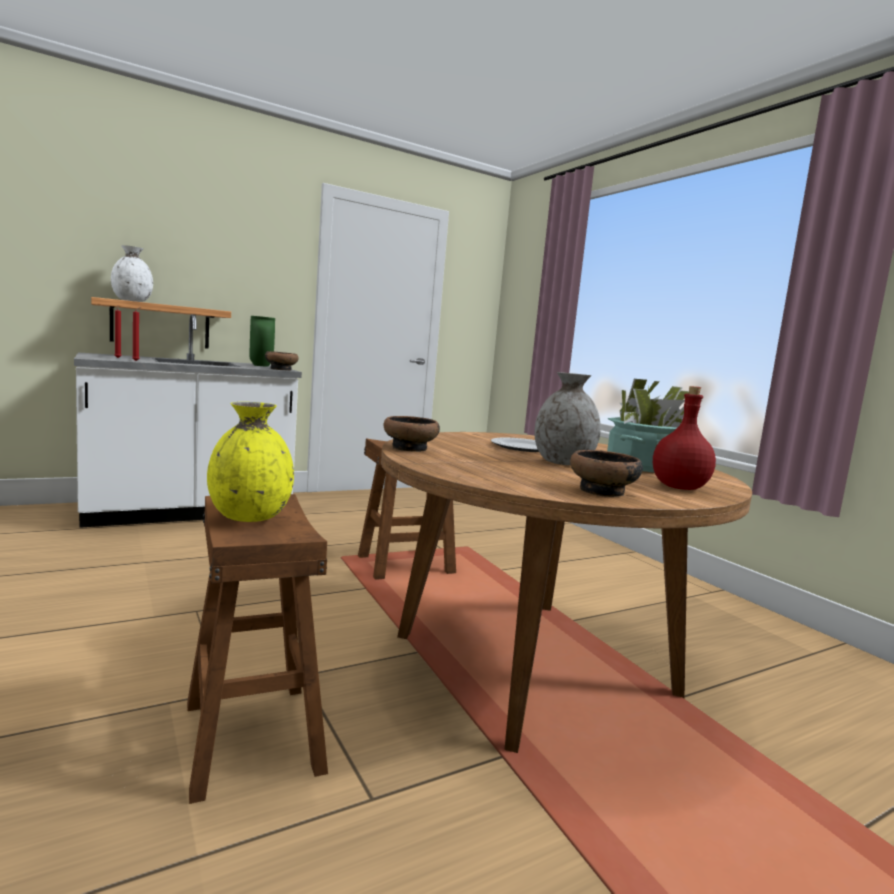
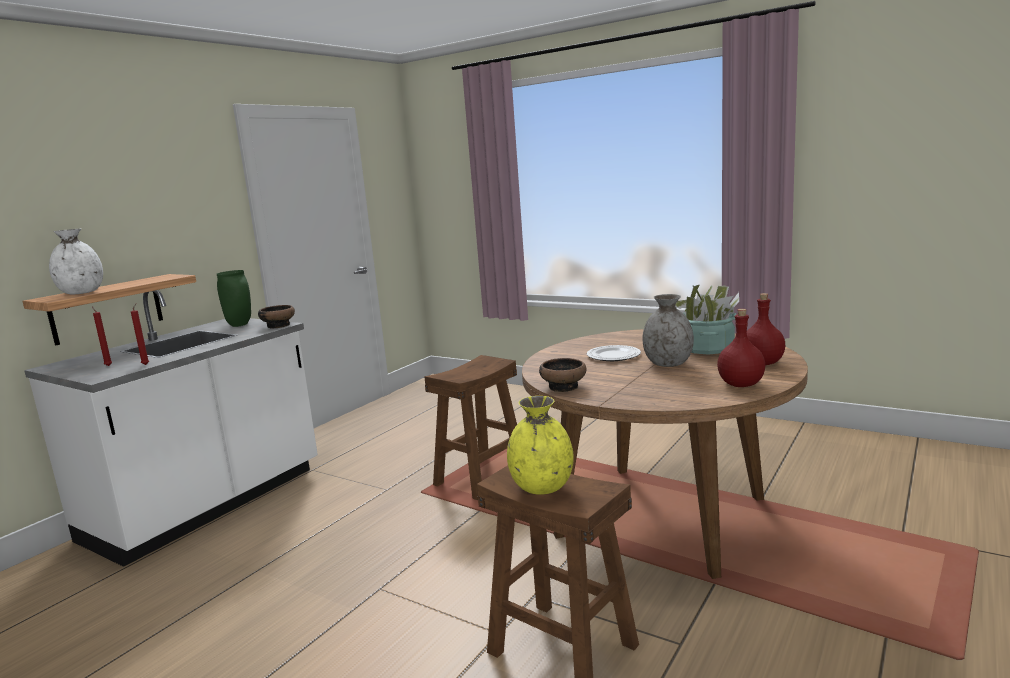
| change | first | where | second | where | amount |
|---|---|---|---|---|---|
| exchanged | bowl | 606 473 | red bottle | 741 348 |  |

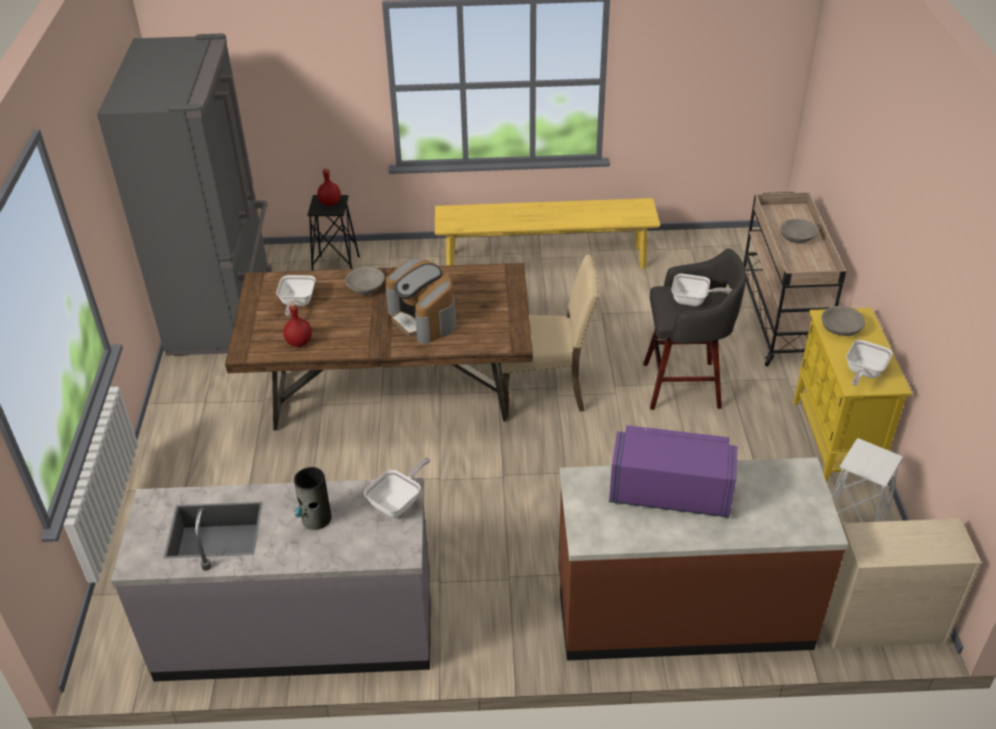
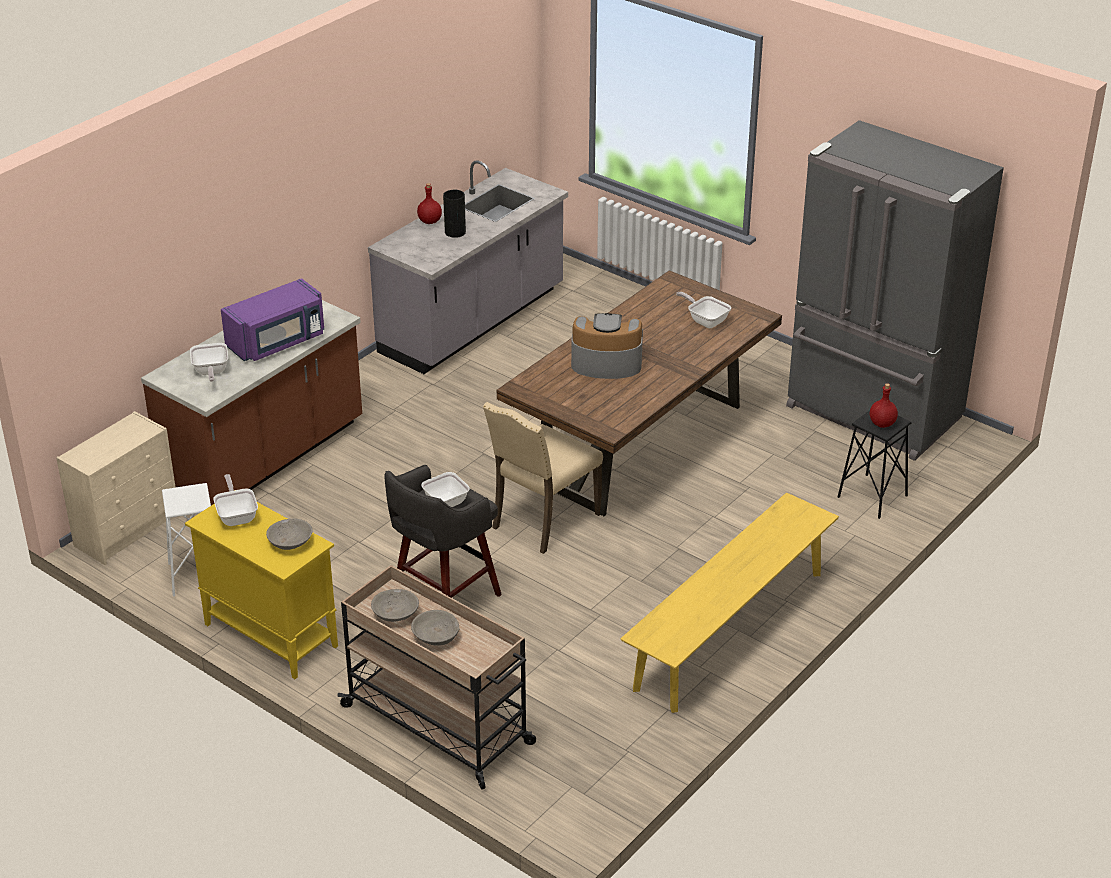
| change | first | where | second | where | amount |
|---|---|---|---|---|---|
| relocated | frying pan | 397 487 |  | 209 362 |  |
| relocated | grey bowl | 365 281 |  | 395 605 |  |
| relocated | red bottle | 297 325 |  | 429 203 |  |

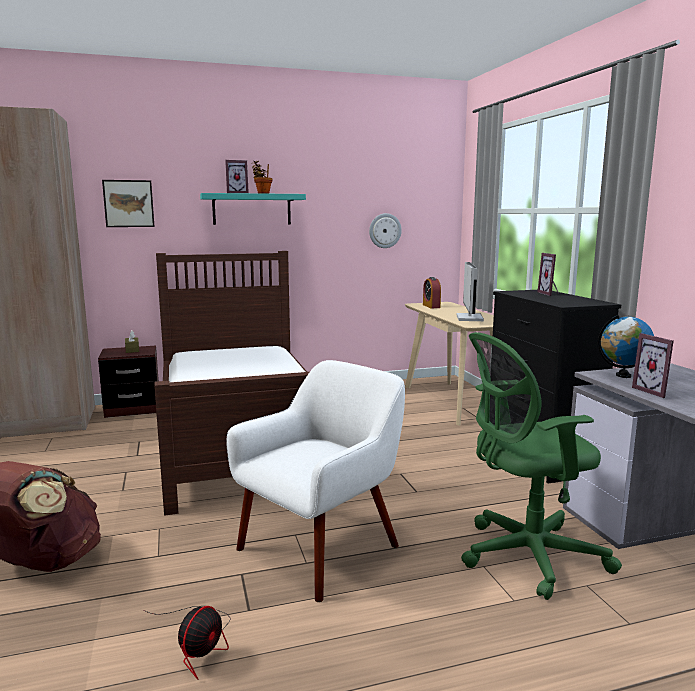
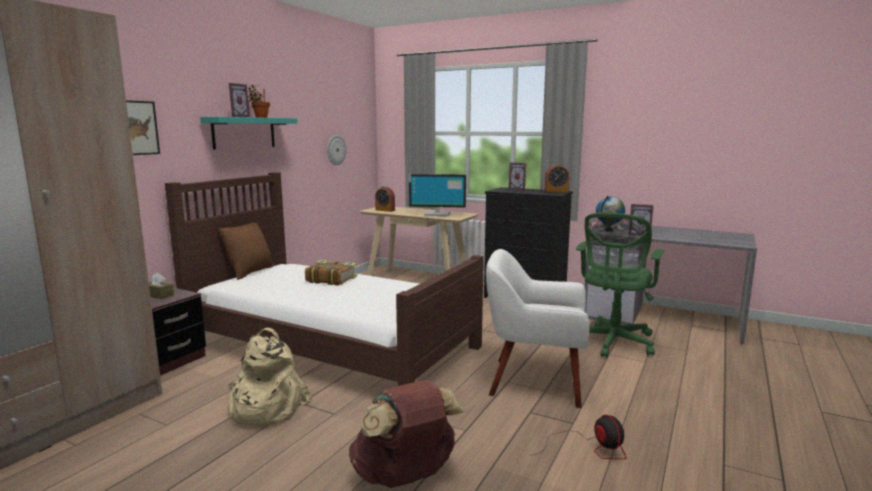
| change | first | where | second | where | amount |
|---|---|---|---|---|---|
| appeared |  |  | brown pillow | 246 251 |  |
| appeared |  |  | beige backpack | 270 377 |  |
| appeared |  |  | book | 331 272 |  |
| spun | monitor | 470 291 |  | 437 195 | 135 degrees clockwise |
| spun | white armchair | 315 481 |  | 538 328 | 75 degrees counterclockwise |
| appeared |  |  | alarm clock | 557 178 |  |

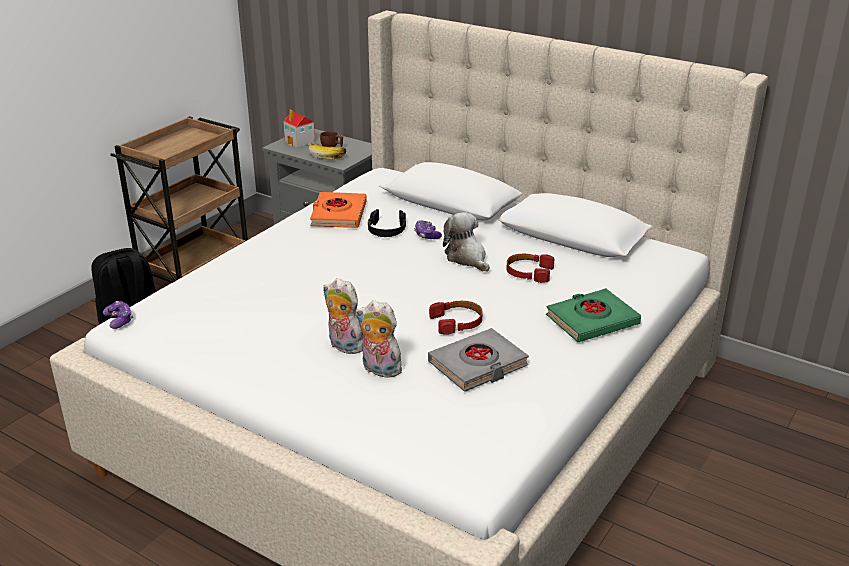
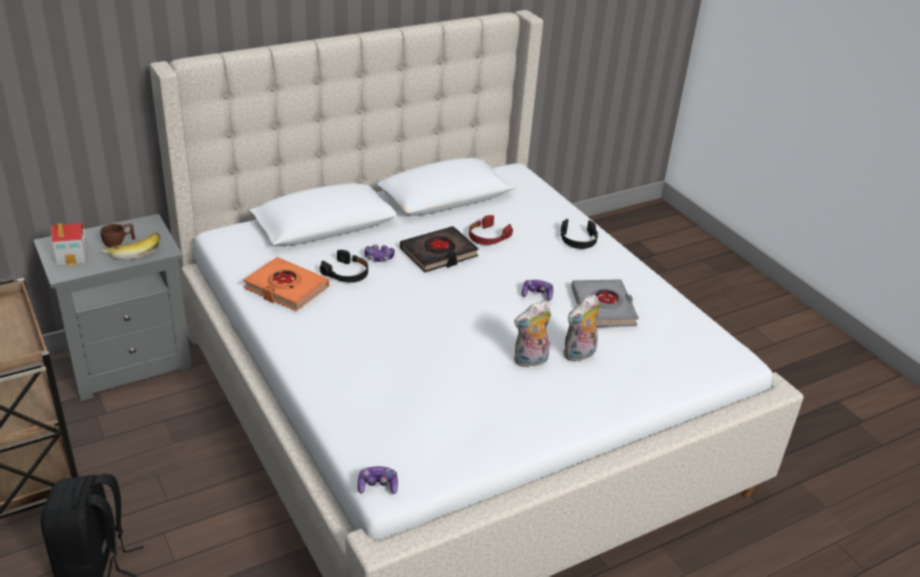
| change | first | where | second | where | amount |
|---|---|---|---|---|---|
| exchanged | plush toy | 466 242 | black book | 439 249 |  |
| exchanged | red headphones | 456 318 | game controller | 537 290 |  |
| exchanged | green book | 593 315 | black headphones | 579 234 |  |

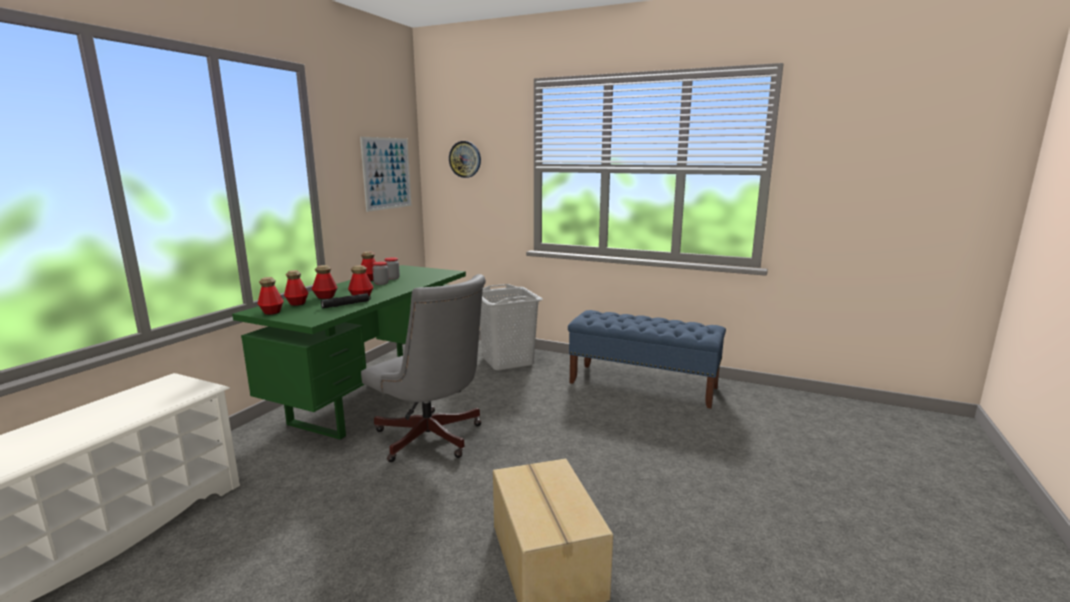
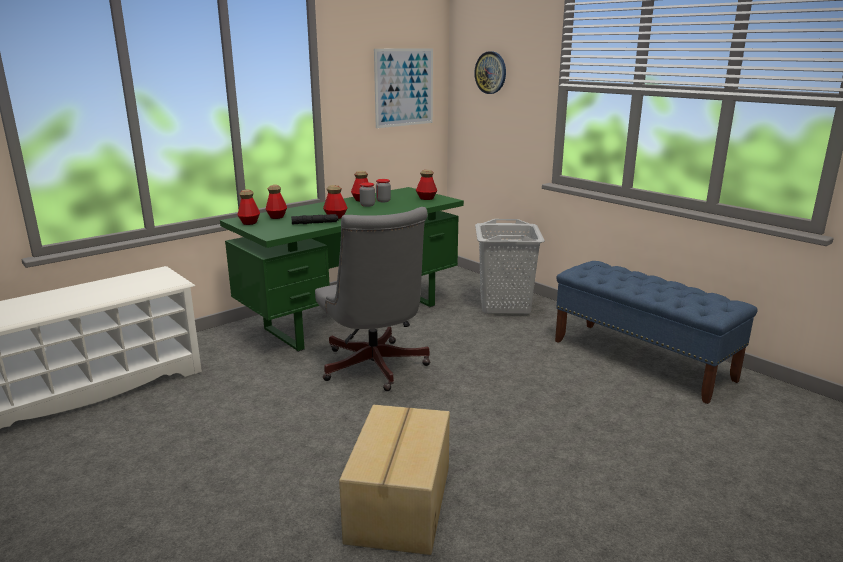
| change | first | where | second | where | amount |
|---|---|---|---|---|---|
| relocated | bottle | 325 282 |  | 426 185 |  |

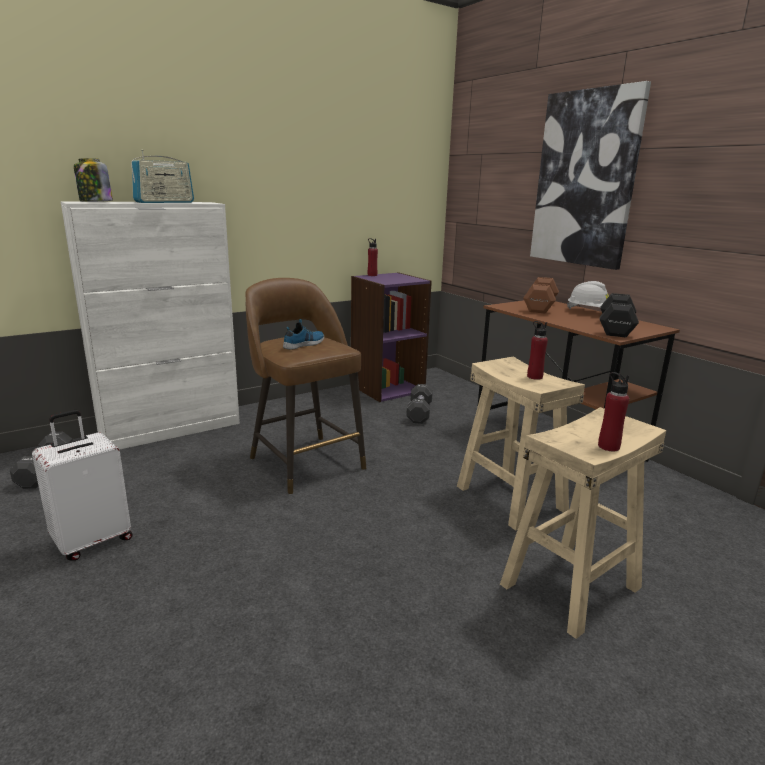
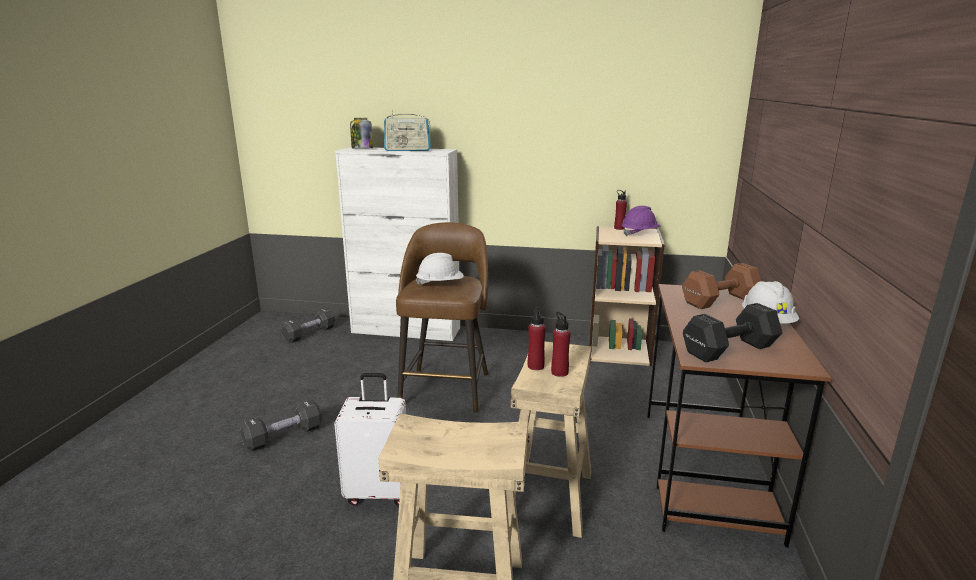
| change | first | where | second | where | amount |
|---|---|---|---|---|---|
| relocated | black dumbbell | 419 404 |  | 281 425 |  |
| relocated | white suitcase | 82 485 |  | 370 439 |  |
| exchanged | shoe | 303 334 | white hard hat | 440 269 |  |
| relocated | red bottle | 613 411 |  | 537 338 |  |
| colour | purple bookcase | 391 337 | beige bookcase | 627 296 |  |
| appeared |  |  | purple hard hat | 641 221 |  |
| missing | picture | 590 175 |  |  |  |

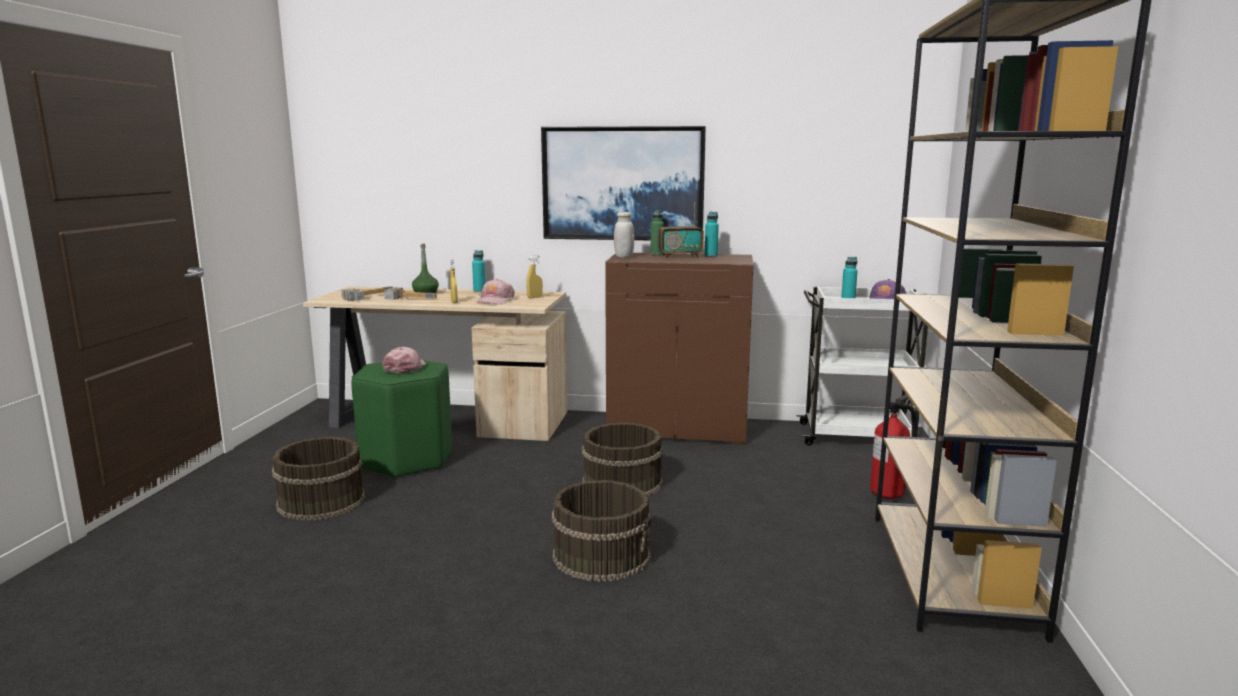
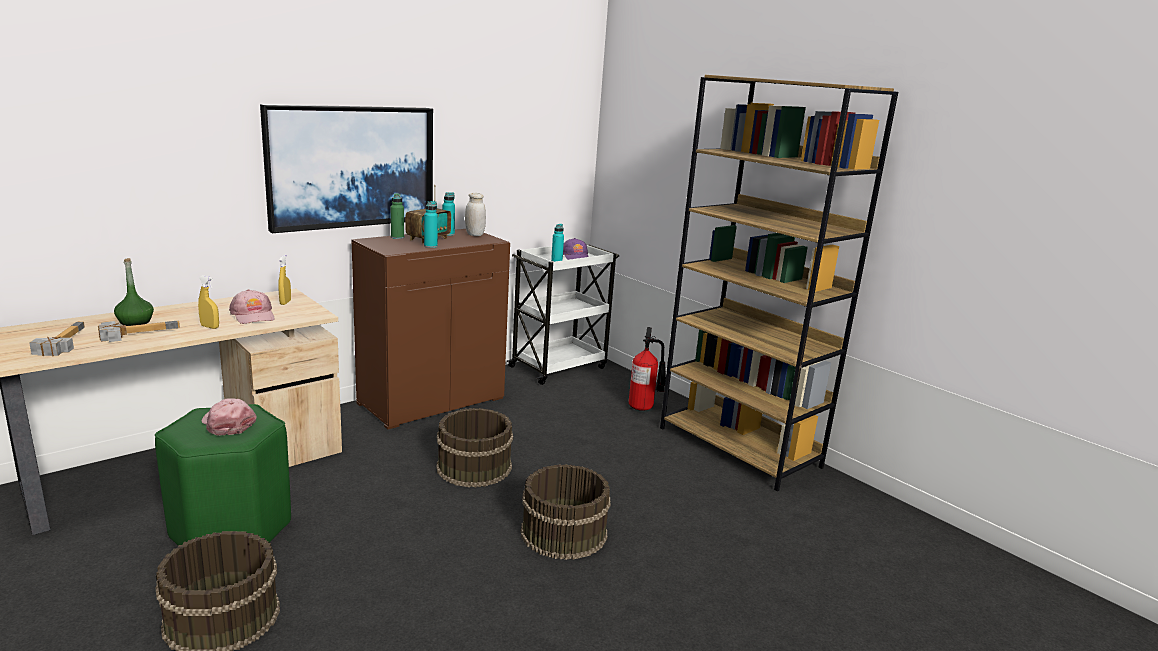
| change | first | where | second | where | amount |
|---|---|---|---|---|---|
| relocated | turquoise bottle | 478 271 |  | 431 224 |  |
| relocated | white jar | 624 235 |  | 475 214 |  |

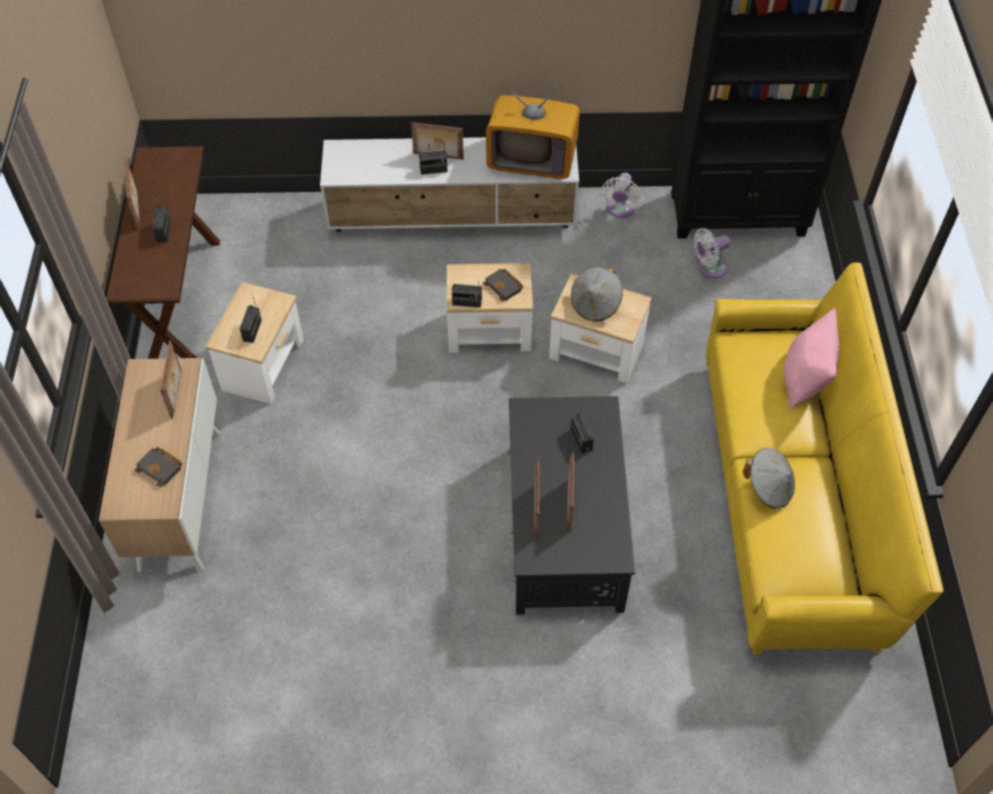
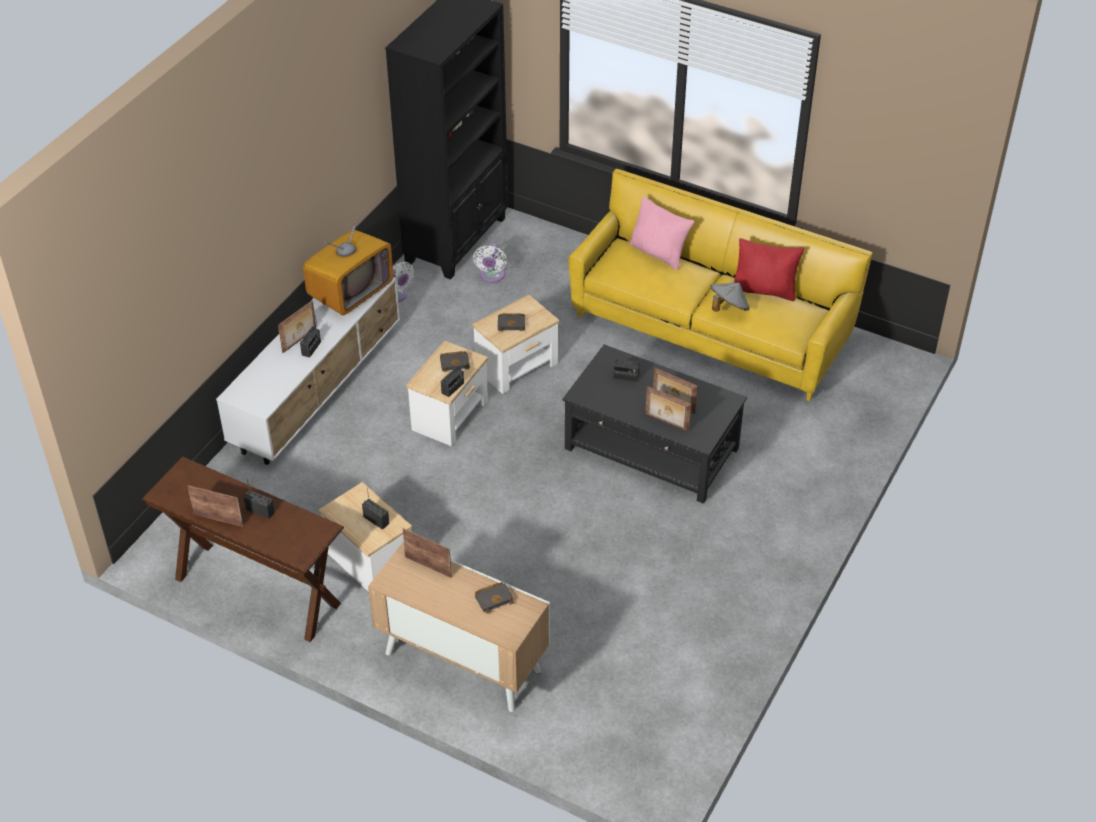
| change | first | where | second | where | amount |
|---|---|---|---|---|---|
| exchanged | grey hat | 597 294 | black book | 511 322 |  |
| appeared |  |  | red pillow | 769 269 |  |

